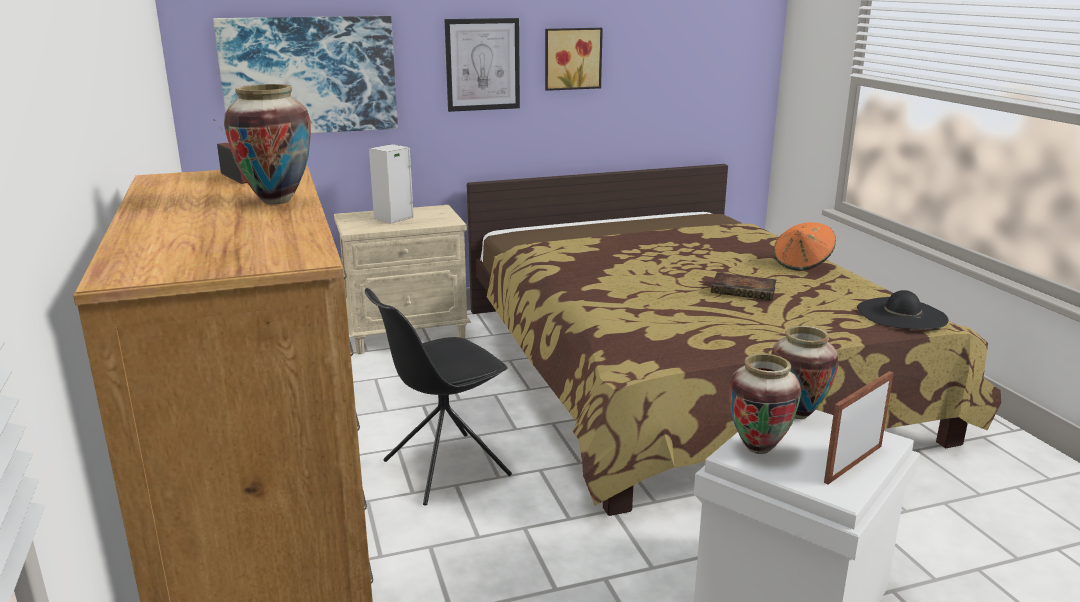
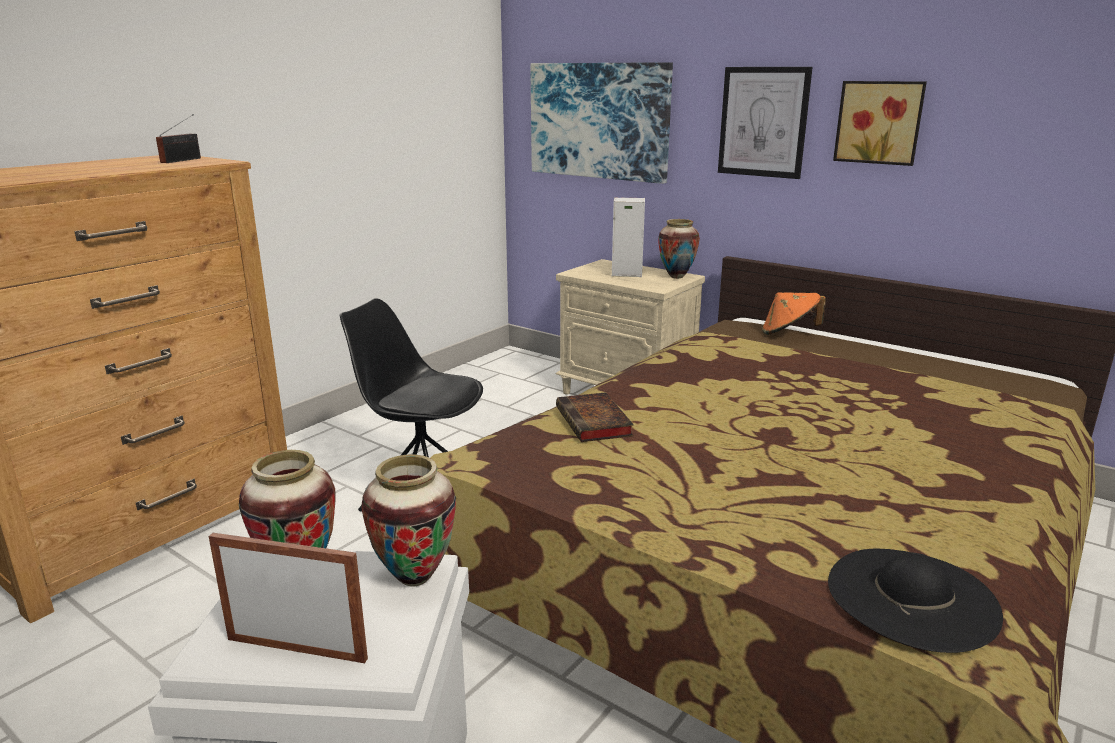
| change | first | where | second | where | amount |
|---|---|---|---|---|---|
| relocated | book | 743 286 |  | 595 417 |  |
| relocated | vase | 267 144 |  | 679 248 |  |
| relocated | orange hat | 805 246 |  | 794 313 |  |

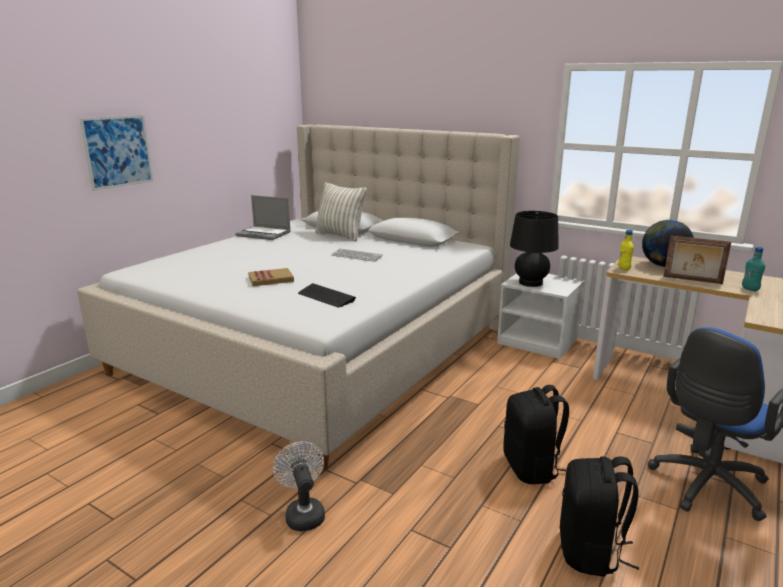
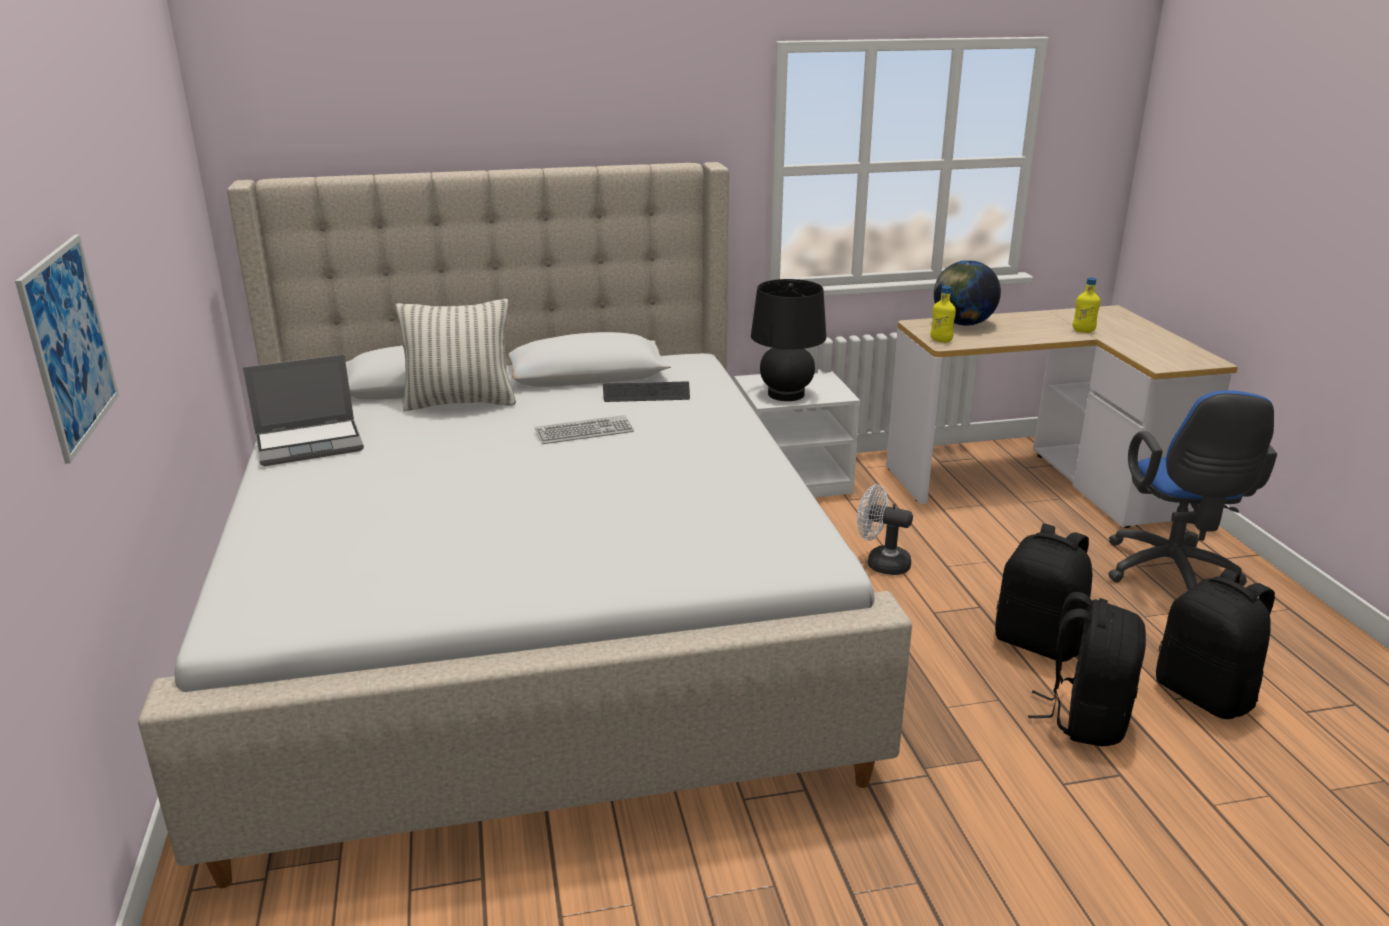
| change | first | where | second | where | amount |
|---|---|---|---|---|---|
| relocated | keyboard | 327 295 |  | 646 391 |  |
| relocated | white fan | 299 487 |  | 885 530 |  |
| appeared |  |  | black backpack | 1087 669 |  |
| colour | turquoise bottle | 753 269 | yellow bottle | 1087 305 |  |
| missing | book | 271 277 |  |  |  |
| missing | picture frame | 697 260 |  |  |  |

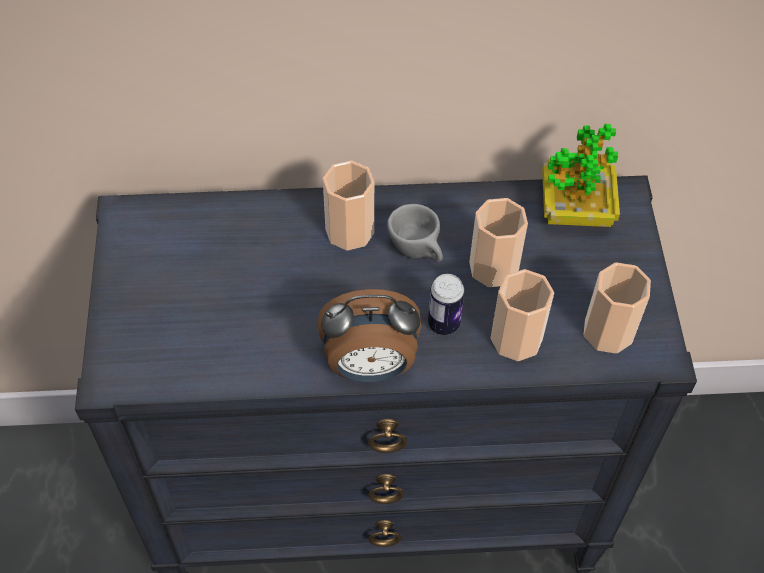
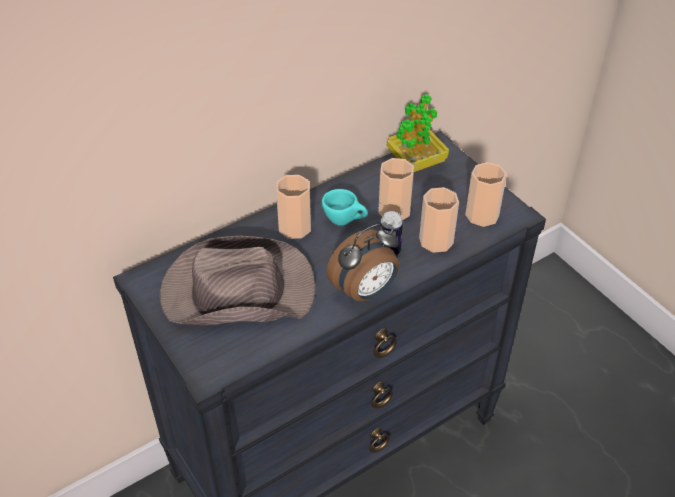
| change | first | where | second | where | amount |
|---|---|---|---|---|---|
| appeared |  |  | brown hat | 237 280 |  |
| colour | grey cup | 415 233 | turquoise cup | 345 207 |  |

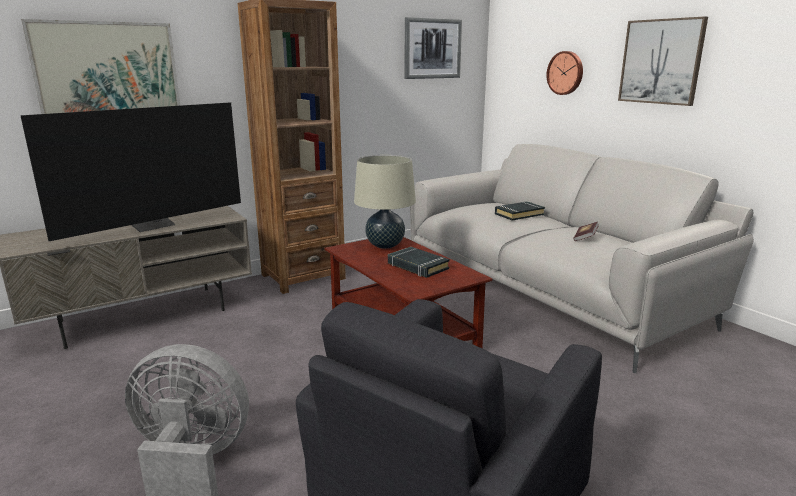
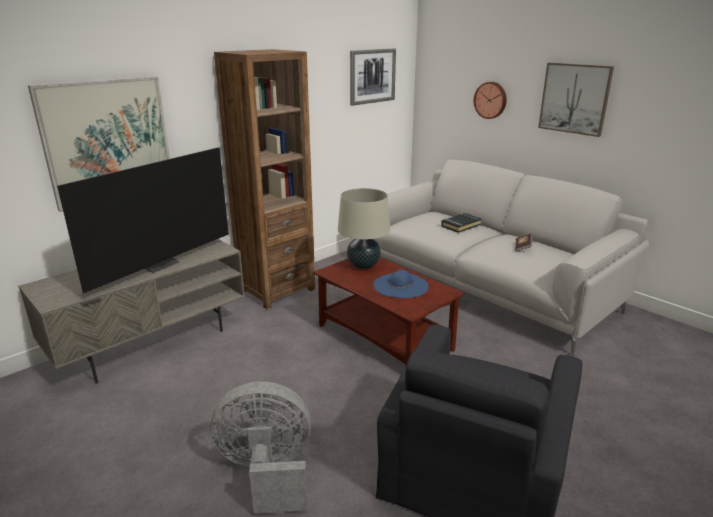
| change | first | where | second | where | amount |
|---|---|---|---|---|---|
| exchanged | black book | 419 262 | blue hat | 401 284 |  |

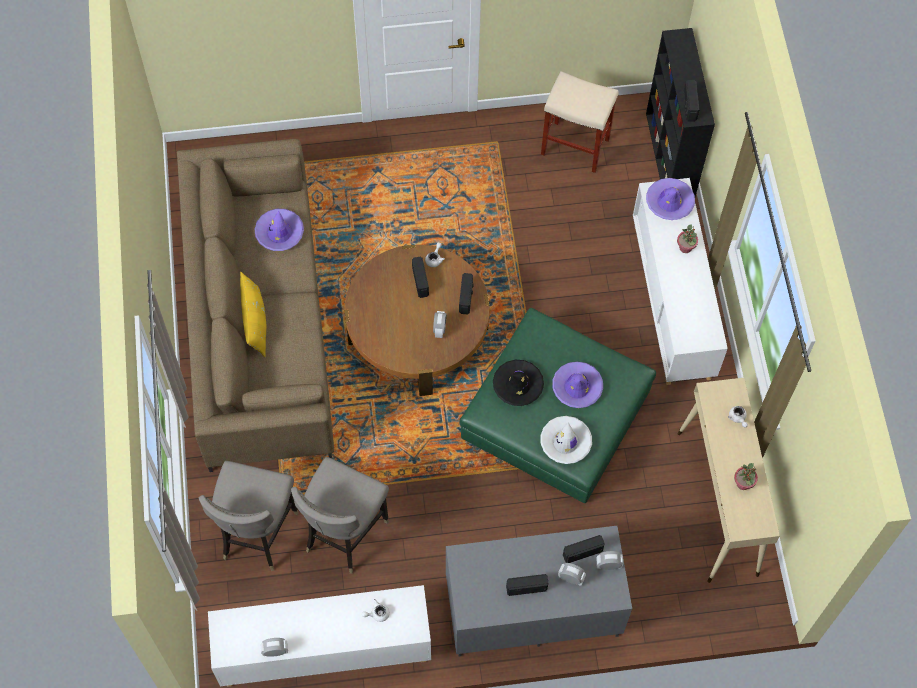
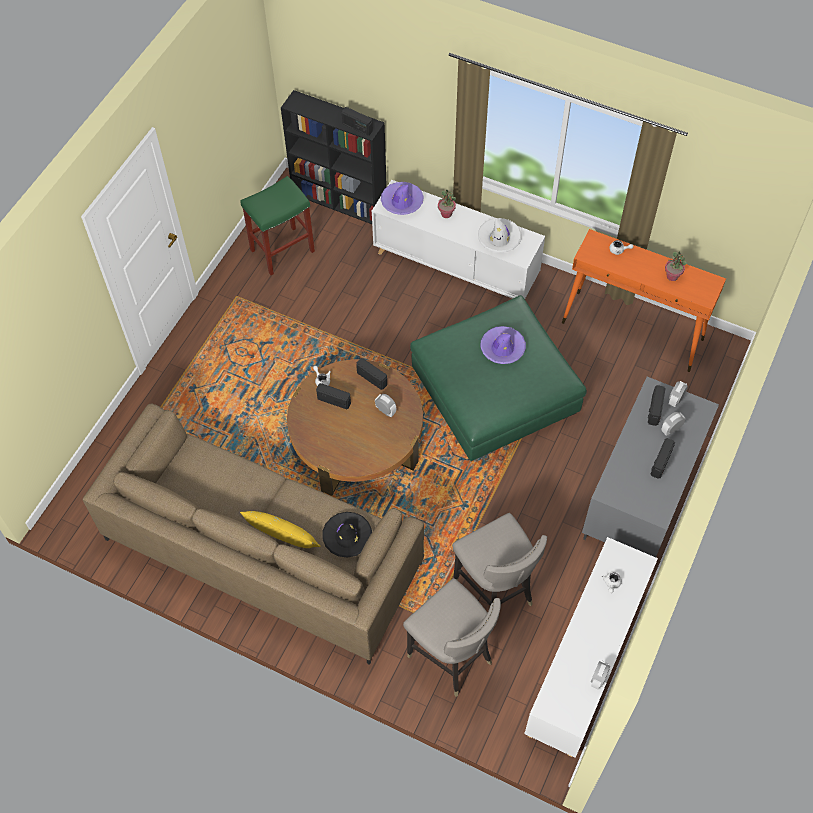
| change | first | where | second | where | amount |
|---|---|---|---|---|---|
| colour | beige stool | 580 122 | green stool | 278 225 |  |
| relocated | black hat | 518 383 |  | 347 535 |  |
| relocated | white hat | 566 440 |  | 500 235 |  |
| colour | beige console table | 729 480 | orange console table | 644 300 |  |
| missing | purple hat | 279 230 |  |  |  |

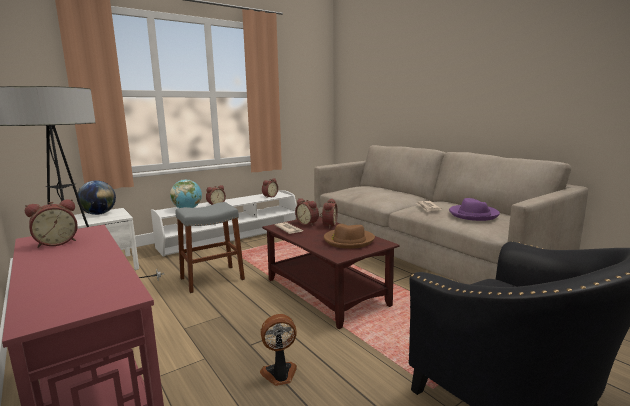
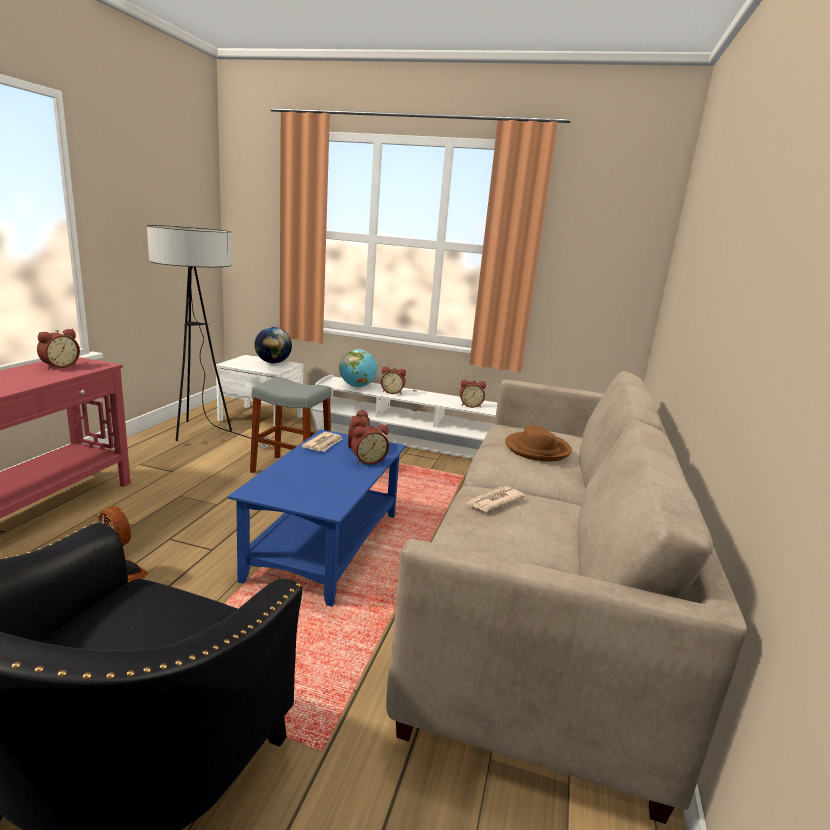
| change | first | where | second | where | amount |
|---|---|---|---|---|---|
| spun | alarm clock | 51 223 |  | 58 349 | 75 degrees counterclockwise |
| colour | brown coffee table | 331 272 | blue coffee table | 317 518 |  |
| relocated | brown hat | 349 236 |  | 538 443 |  |
| missing | purple hat | 474 209 |  |  |  |

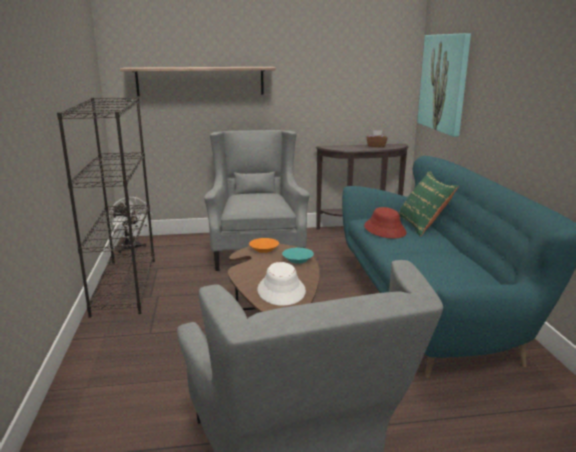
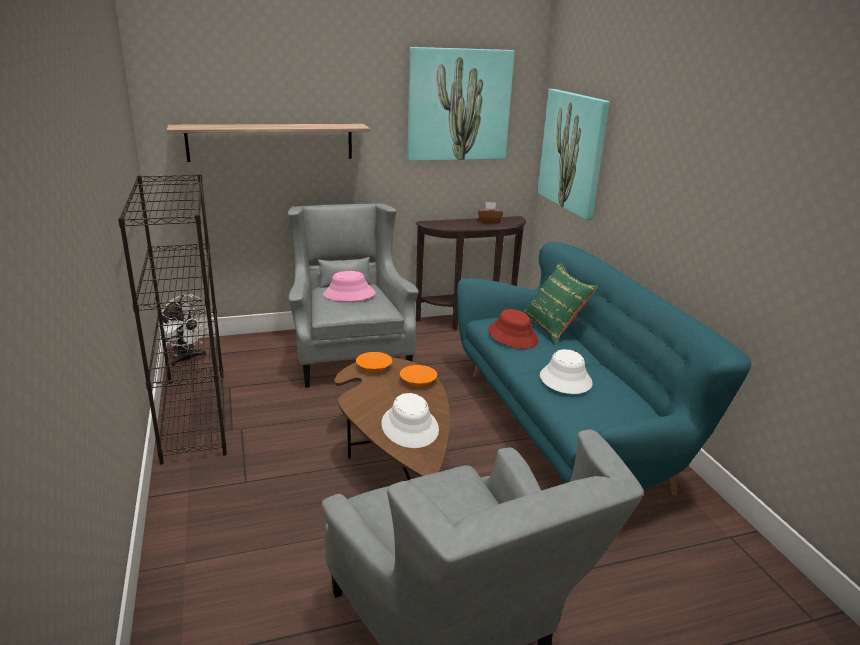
| change | first | where | second | where | amount |
|---|---|---|---|---|---|
| appeared |  |  | pink hat | 349 286 |  |
| colour | turquoise bowl | 298 256 | orange bowl | 418 376 |  |
| appeared |  |  | picture | 461 104 |  |
| appeared |  |  | white hat | 566 371 |  |

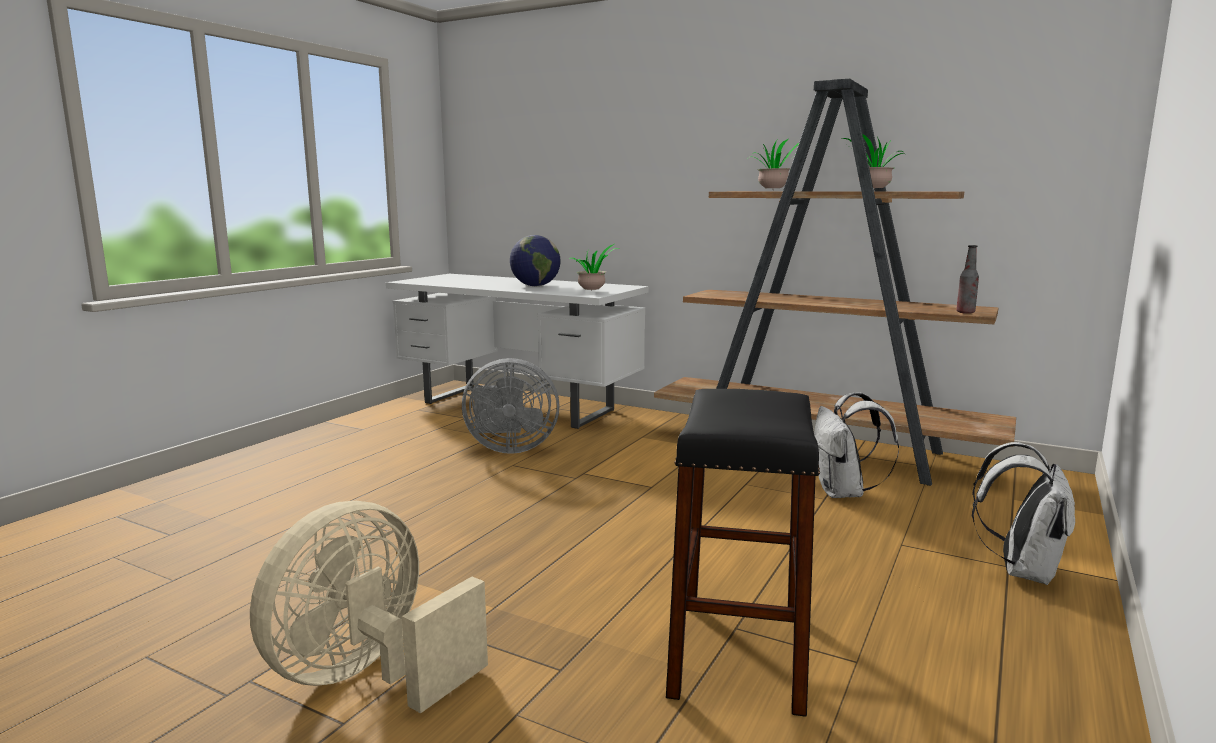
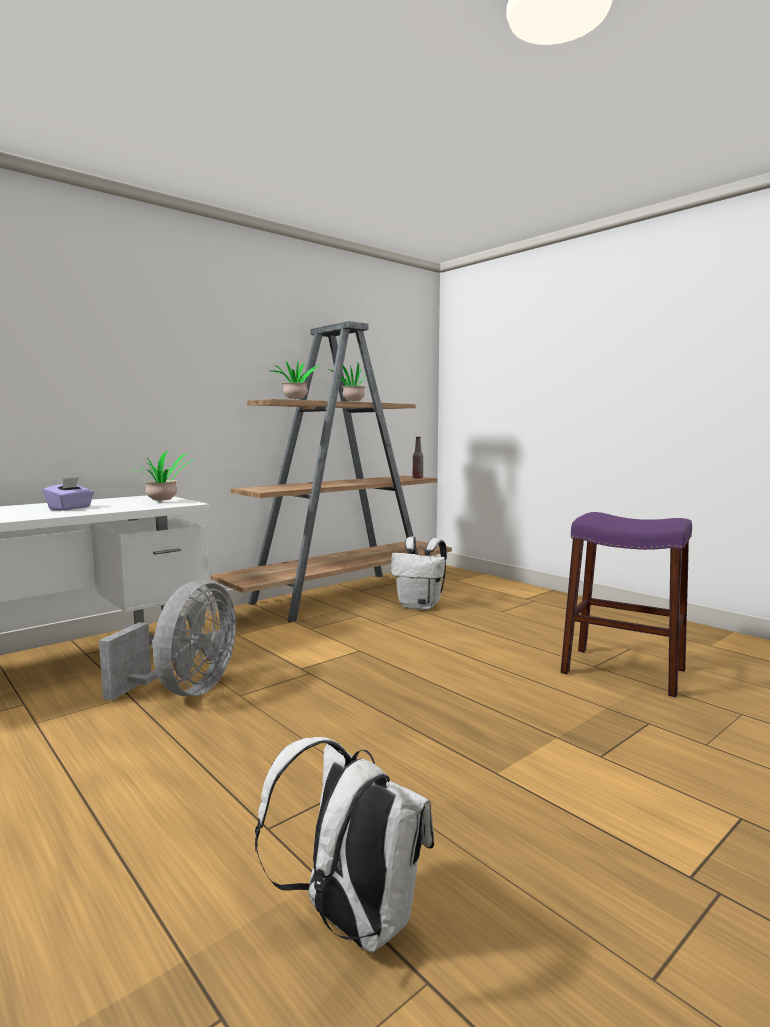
| change | first | where | second | where | amount |
|---|---|---|---|---|---|
| exchanged | globe | 535 260 | purple tissue box | 68 494 |  |
| relocated | white backpack | 1023 513 |  | 344 845 |  |
| colour | black stool | 743 553 | purple stool | 626 604 |  |
| missing | beige fan | 369 607 |  |  |  |

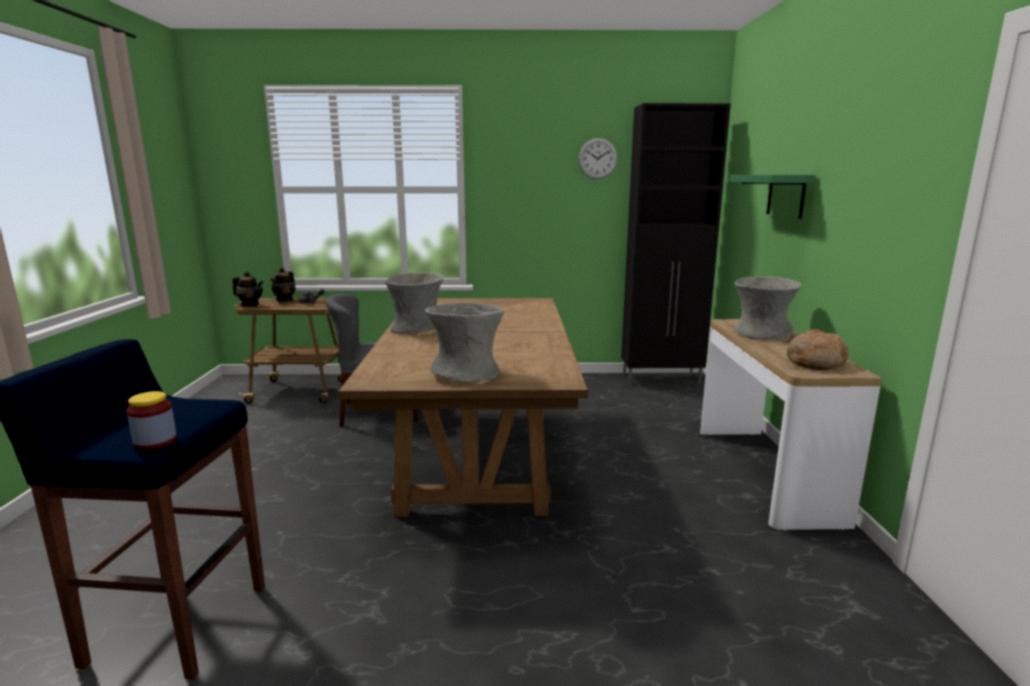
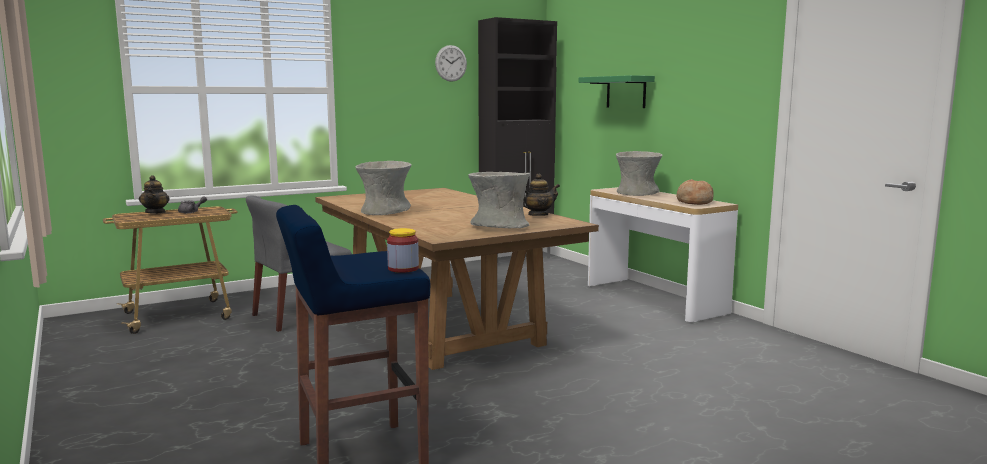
| change | first | where | second | where | amount |
|---|---|---|---|---|---|
| relocated | teapot | 248 288 |  | 541 195 |  |

